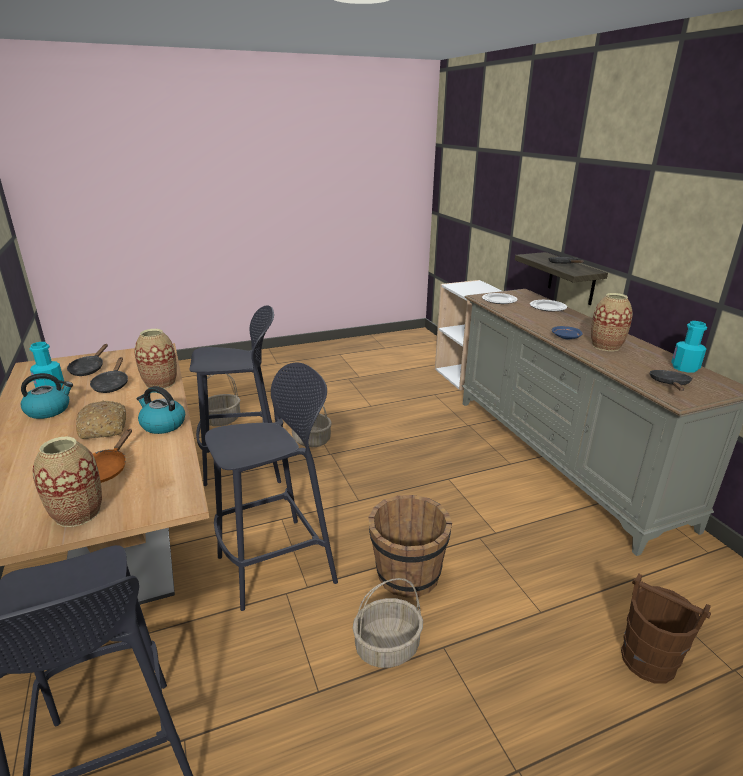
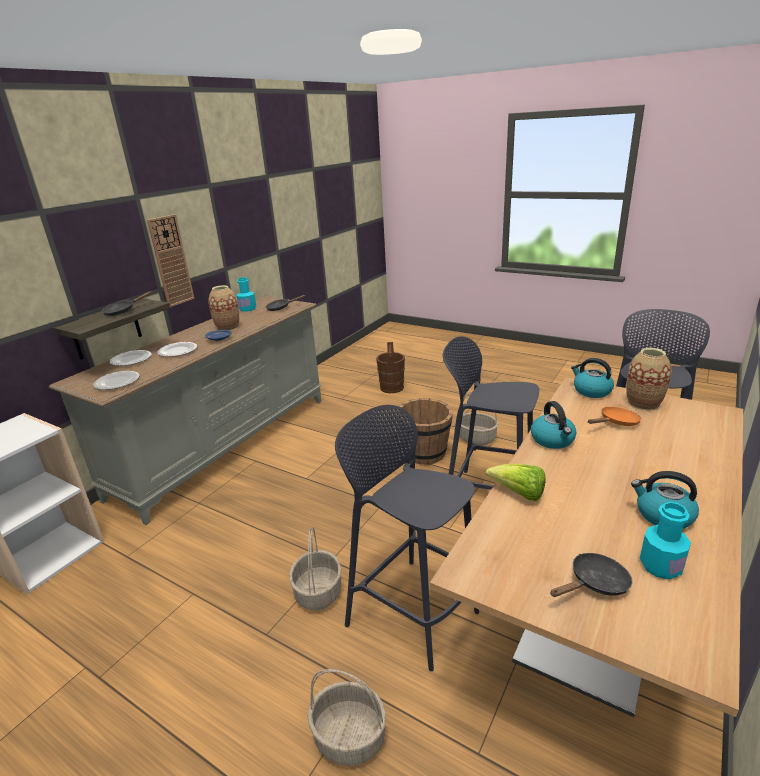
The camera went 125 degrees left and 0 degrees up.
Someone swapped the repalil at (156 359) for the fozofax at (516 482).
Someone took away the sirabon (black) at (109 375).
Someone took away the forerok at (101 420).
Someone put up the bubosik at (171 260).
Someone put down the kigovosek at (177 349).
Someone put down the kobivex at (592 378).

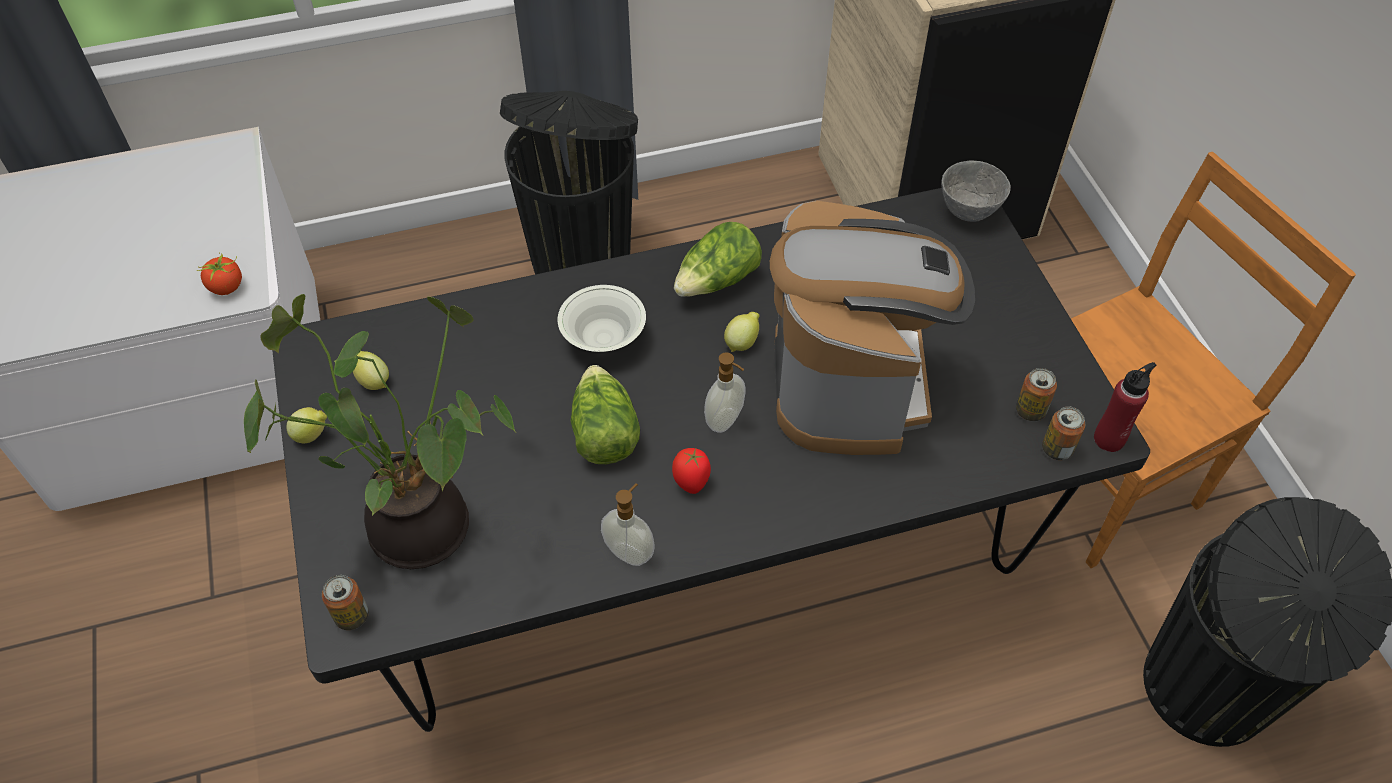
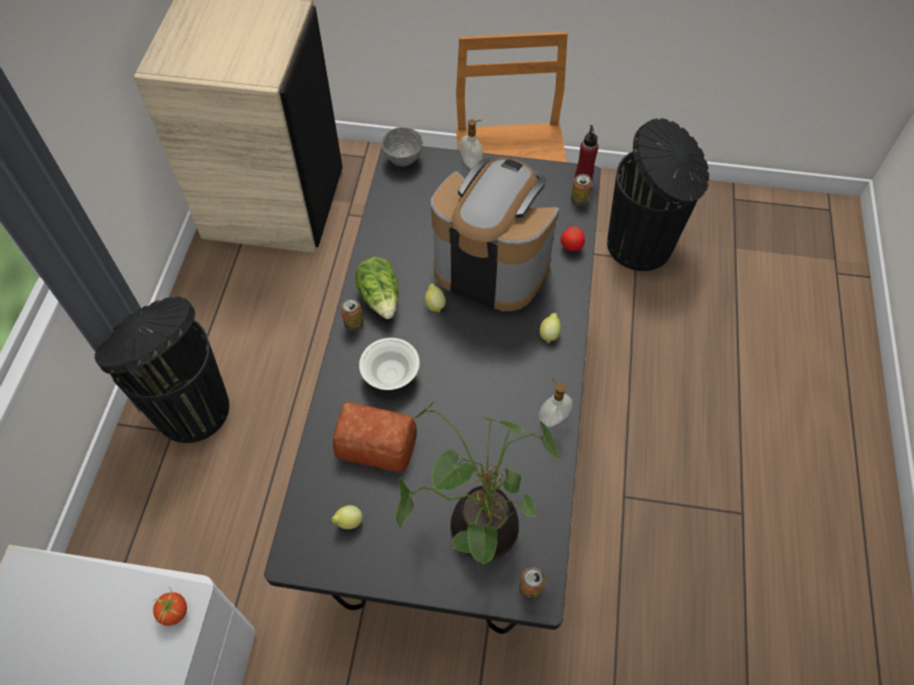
The camera went 65 degrees left and 5 degrees up.
Someone carried the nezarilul from (724 392) to (471 144).
Someone took away the fozofax at (605 414).
Someone carried the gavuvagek from (1036 394) to (352 314).
Someone carried the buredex from (307 425) to (550 328).
Someone carried the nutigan from (691 471) to (573 238).
Someone put down the forerok at (375 437).

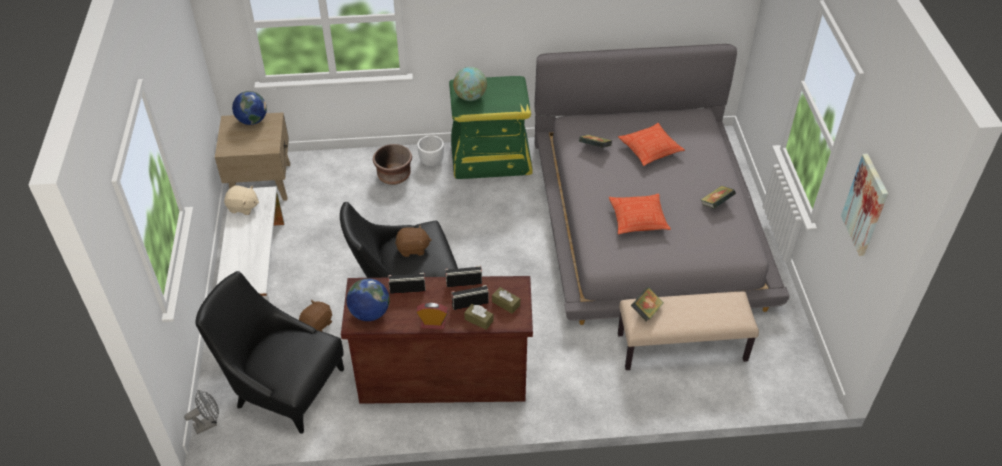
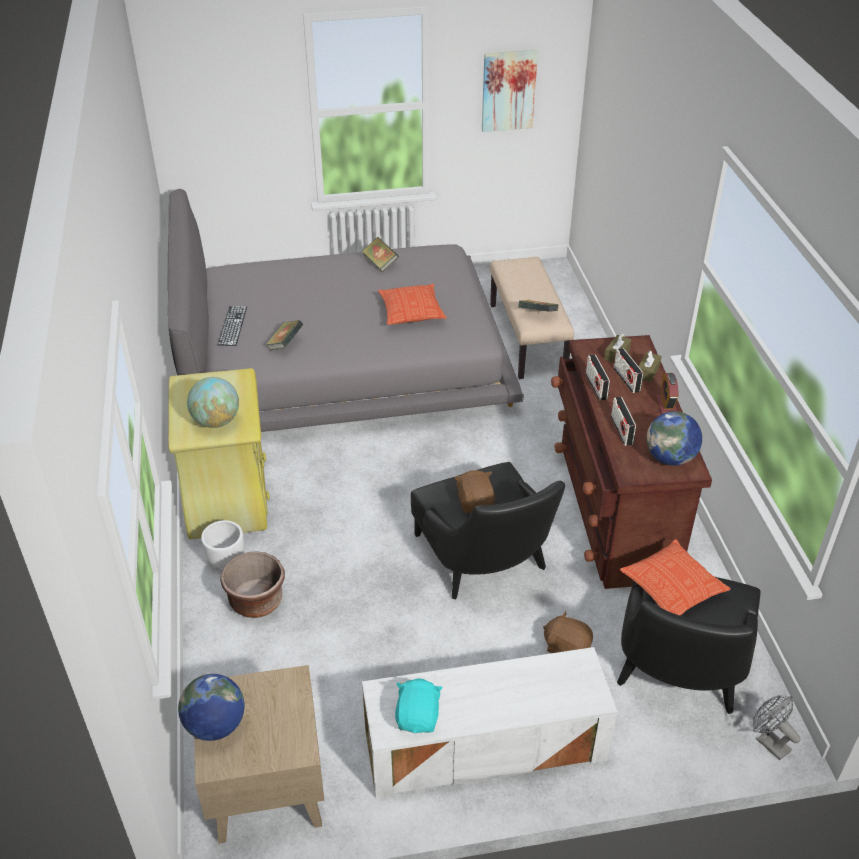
The camera went 95 degrees left and 5 degrees down.
Someone repainted the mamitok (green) at (491 127), which became the mamitok (yellow) at (218 453).
Someone carried the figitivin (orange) from (651 144) to (675 577).
Someone repainted the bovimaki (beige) at (241 200), which became the bovimaki (turquoise) at (419 706).
Someone put down the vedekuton at (232 326).

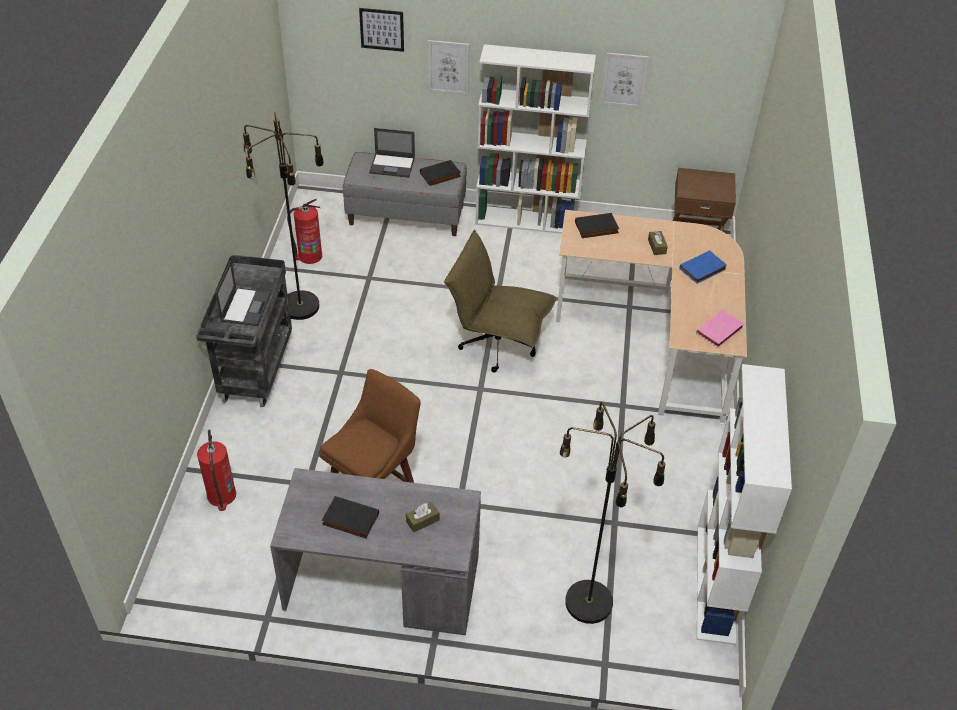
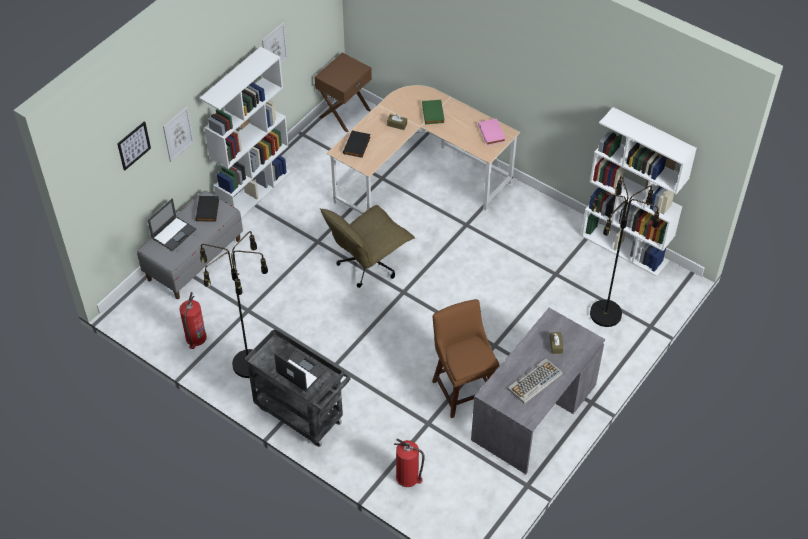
The camera went 60 degrees left and 5 degrees up.
Someone repainted the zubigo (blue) at (703 267), which became the zubigo (green) at (433 112).
Someone swapped the zubigo (black) at (350 517) for the vedekuton at (534 381).

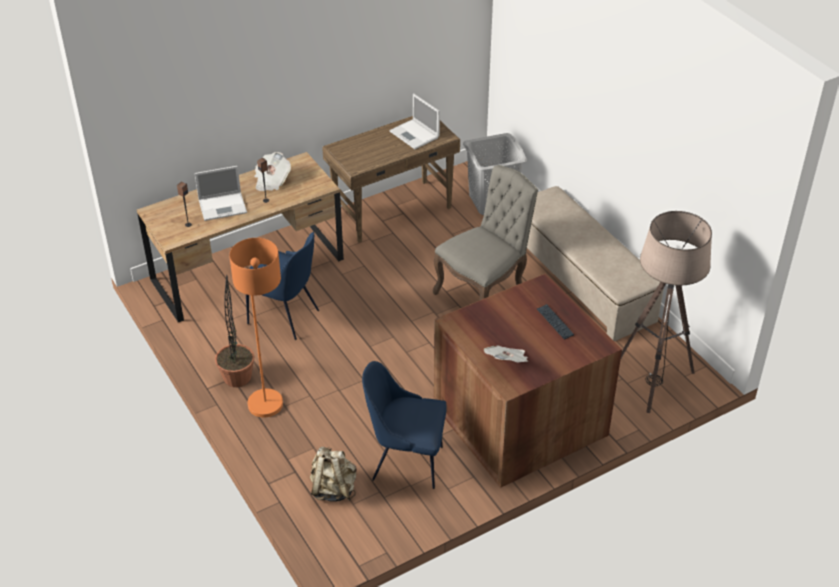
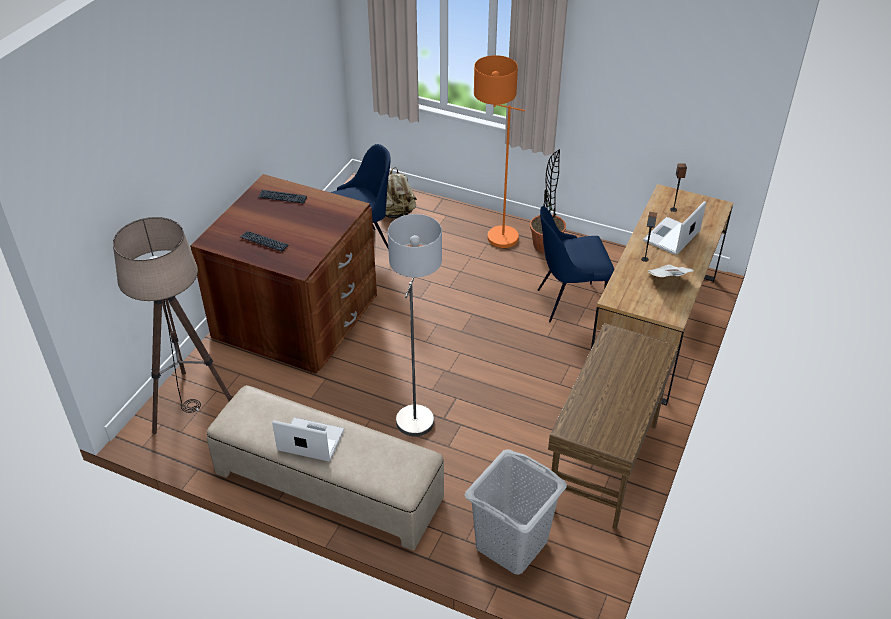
The camera went 145 degrees right and 0 degrees up.
Someone carried the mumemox from (414 121) to (308 439).
Someone swapped the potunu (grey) at (485 232) for the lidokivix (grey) at (415 325).
Someone swapped the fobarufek at (506 354) for the vedekuton at (282 197).

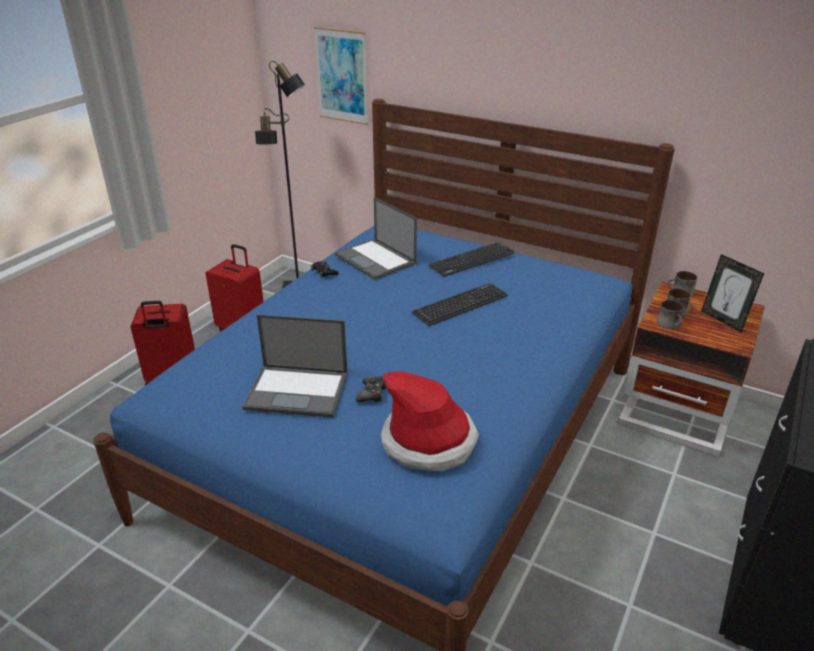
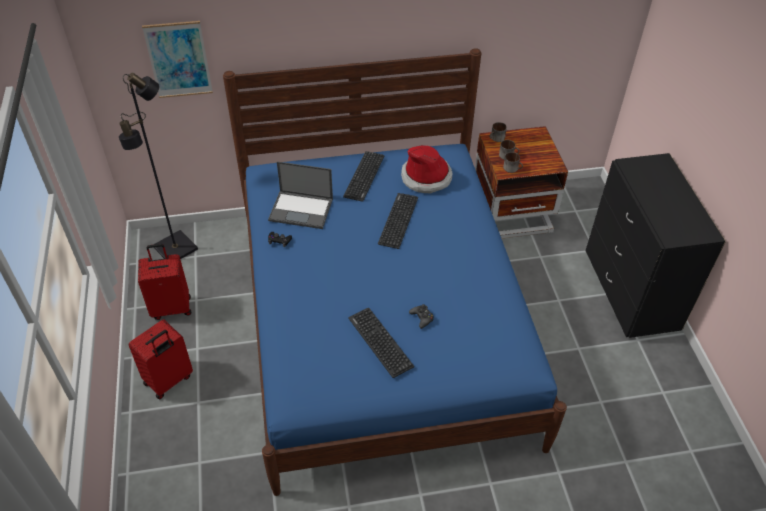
The camera went 40 degrees left and 15 degrees up.
Someone took away the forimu at (732 293).
Someone swapped the mumemox at (295 366) for the vedekuton at (381 343).
Someone carried the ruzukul from (430 421) to (427 169).

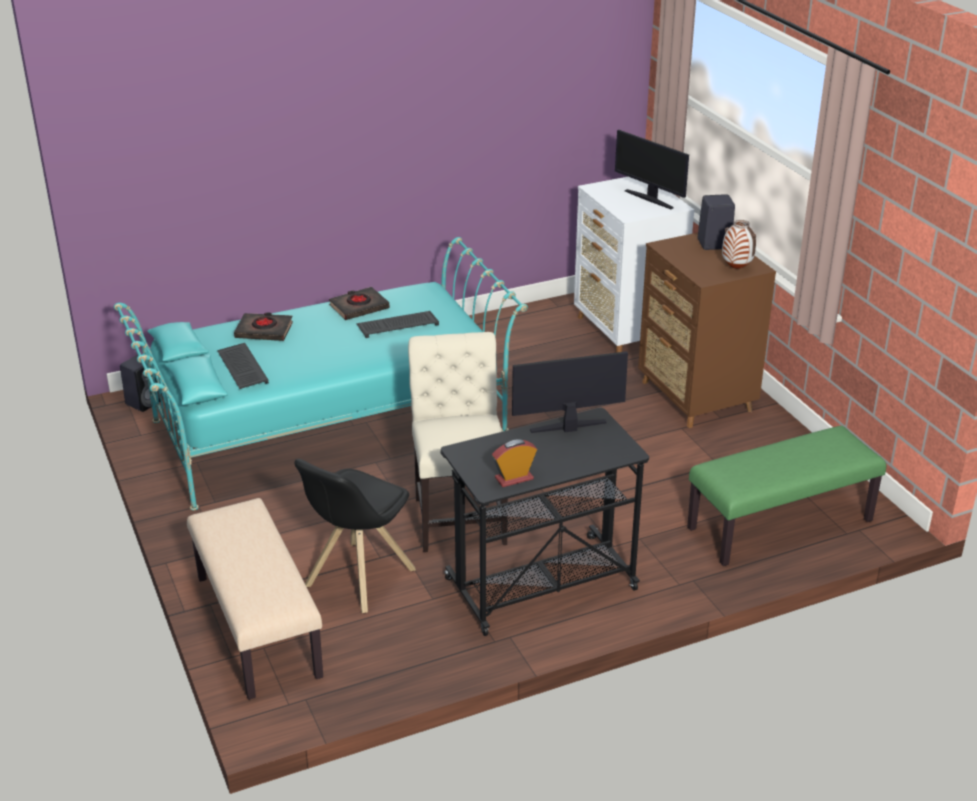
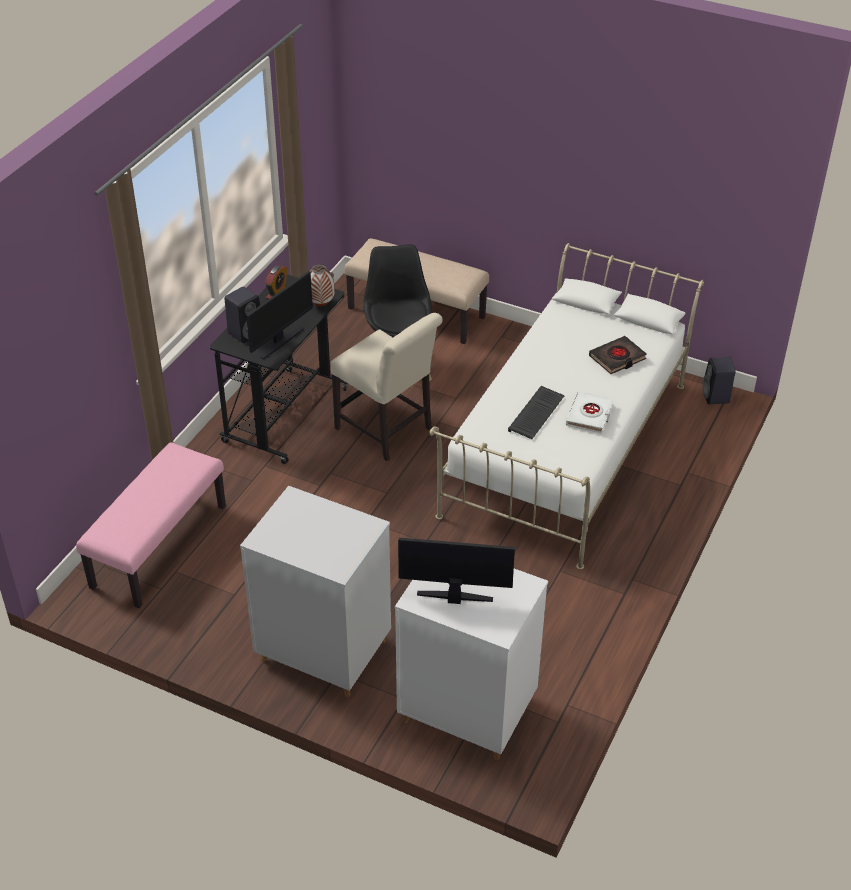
The camera went 140 degrees right and 10 degrees up.
Someone carried the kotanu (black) from (716 222) to (242 314).
Someone carried the repalil from (739 244) to (322 285).
Someone repainted the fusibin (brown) at (707 330), which became the fusibin (white) at (315 591).
Someone repainted the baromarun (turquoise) at (321 374), which became the baromarun (white) at (567 406).
Someone repainted the zubigo (black) at (359 303), which became the zubigo (white) at (589 412).
Someone took away the vedekuton at (243 366).
Someone repainted the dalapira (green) at (786 496), which became the dalapira (pink) at (151 525).

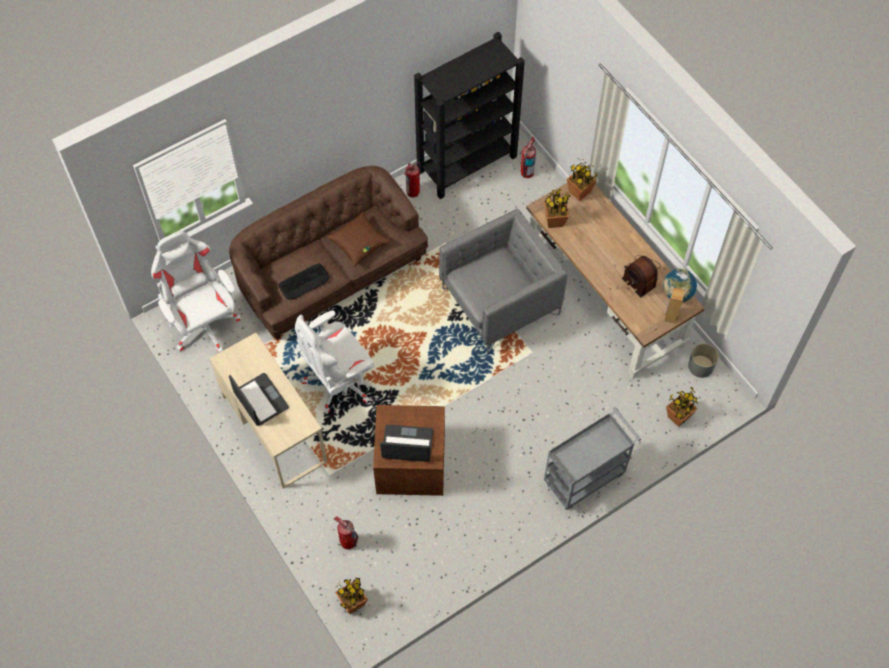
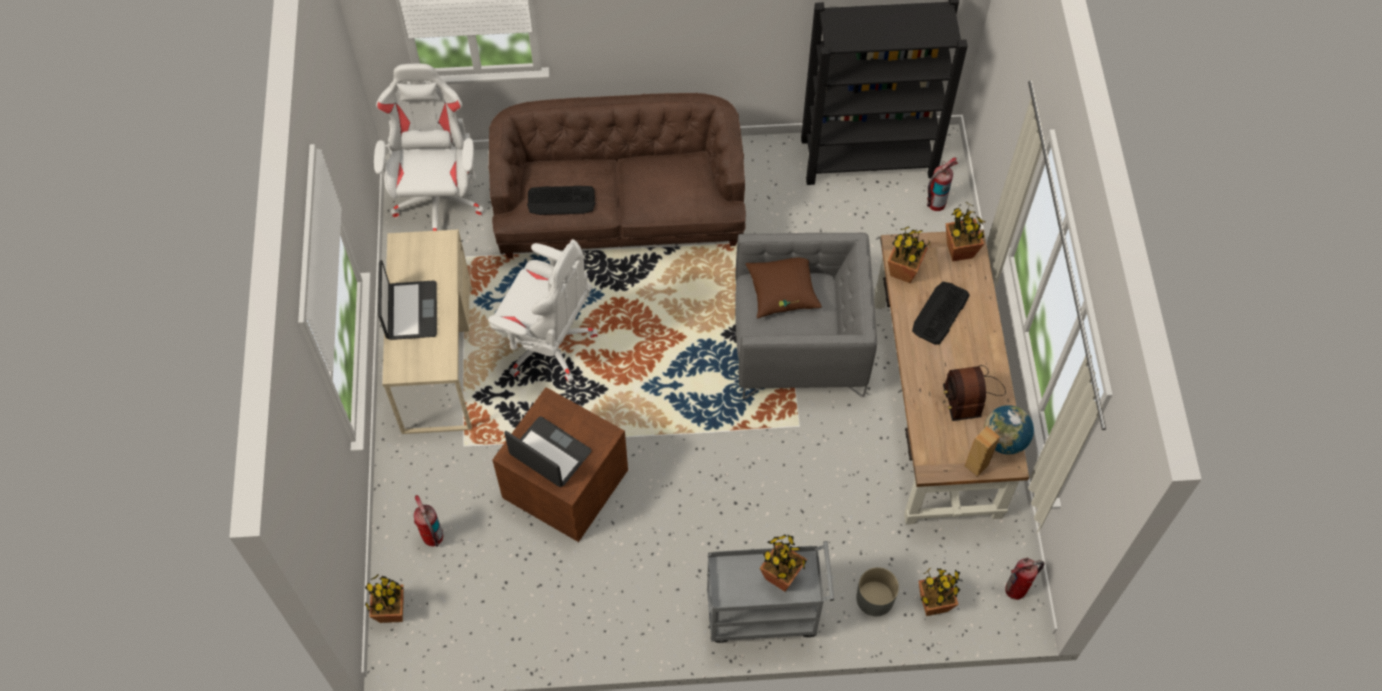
The camera went 30 degrees right and 0 degrees up.
Someone carried the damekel from (412 180) to (1024 578).
Someone carried the figitivin (brown) from (358 239) to (784 288).
Someone rotated the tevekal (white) at (335 362) by 150 degrees counterclockwise.
Someone carried the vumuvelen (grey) from (703 361) to (877 591).
Someone put down the vedekuton at (941 313).
Someone put down the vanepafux at (783 563).

